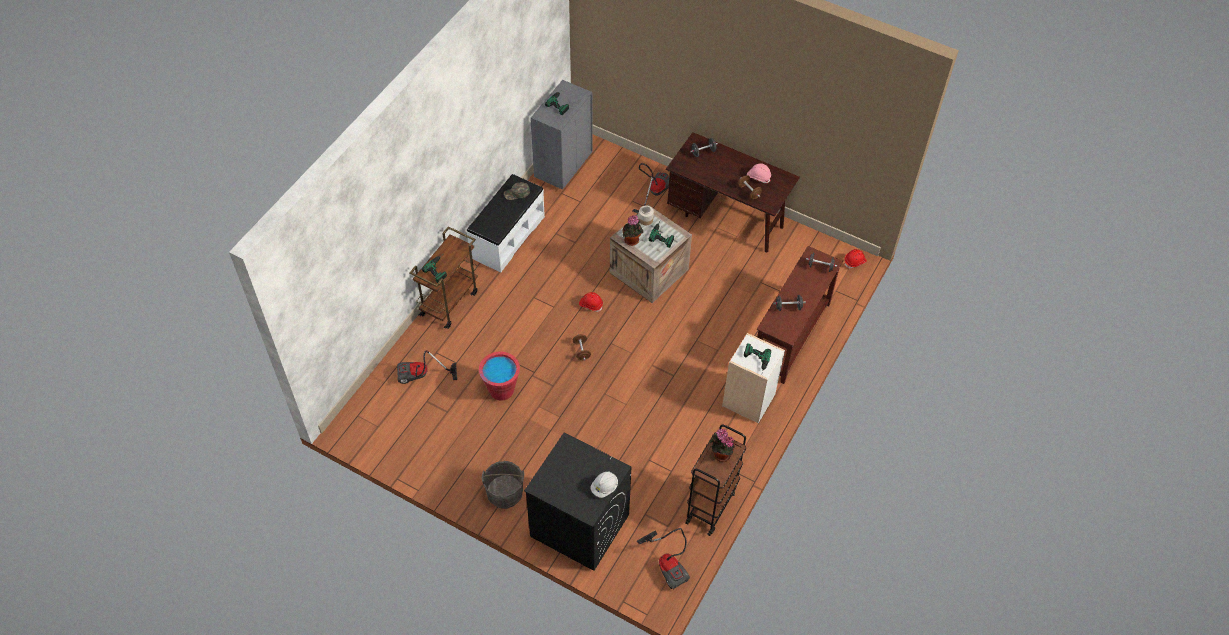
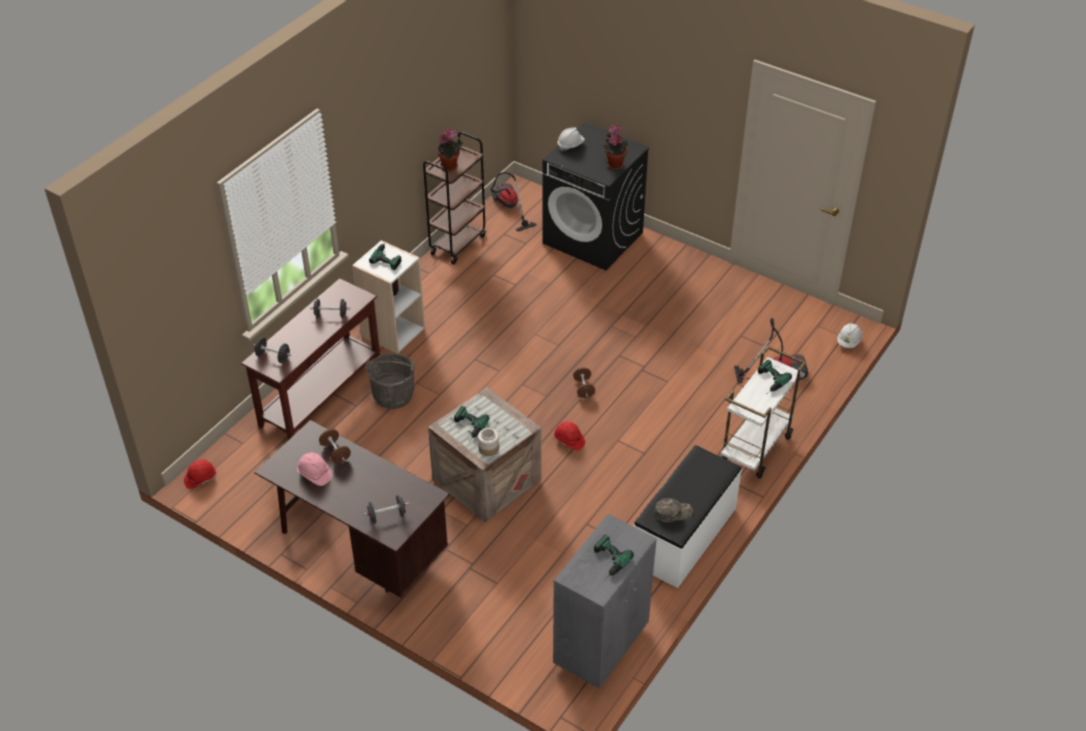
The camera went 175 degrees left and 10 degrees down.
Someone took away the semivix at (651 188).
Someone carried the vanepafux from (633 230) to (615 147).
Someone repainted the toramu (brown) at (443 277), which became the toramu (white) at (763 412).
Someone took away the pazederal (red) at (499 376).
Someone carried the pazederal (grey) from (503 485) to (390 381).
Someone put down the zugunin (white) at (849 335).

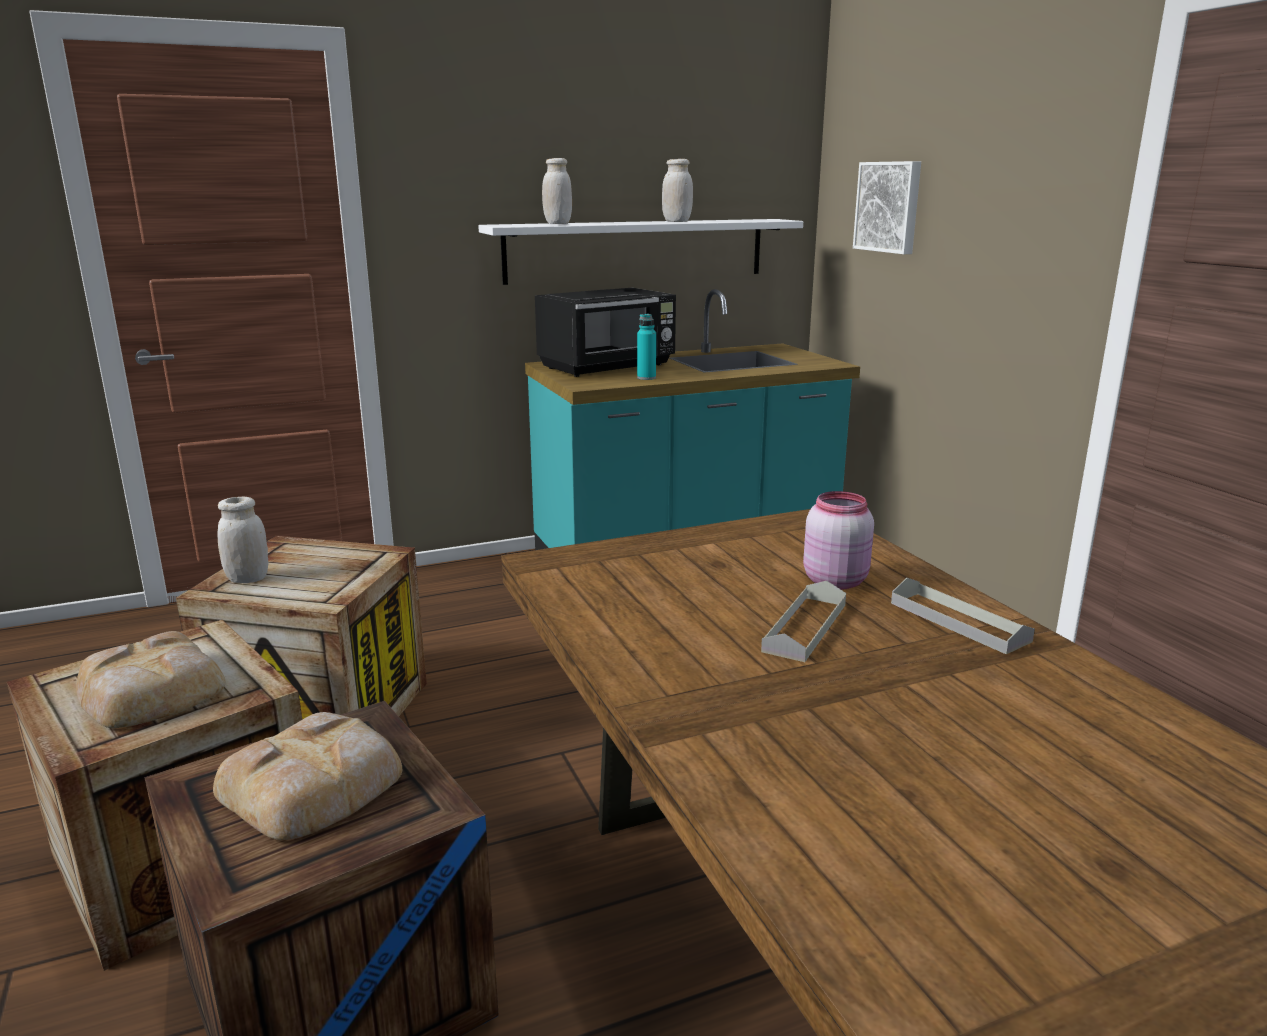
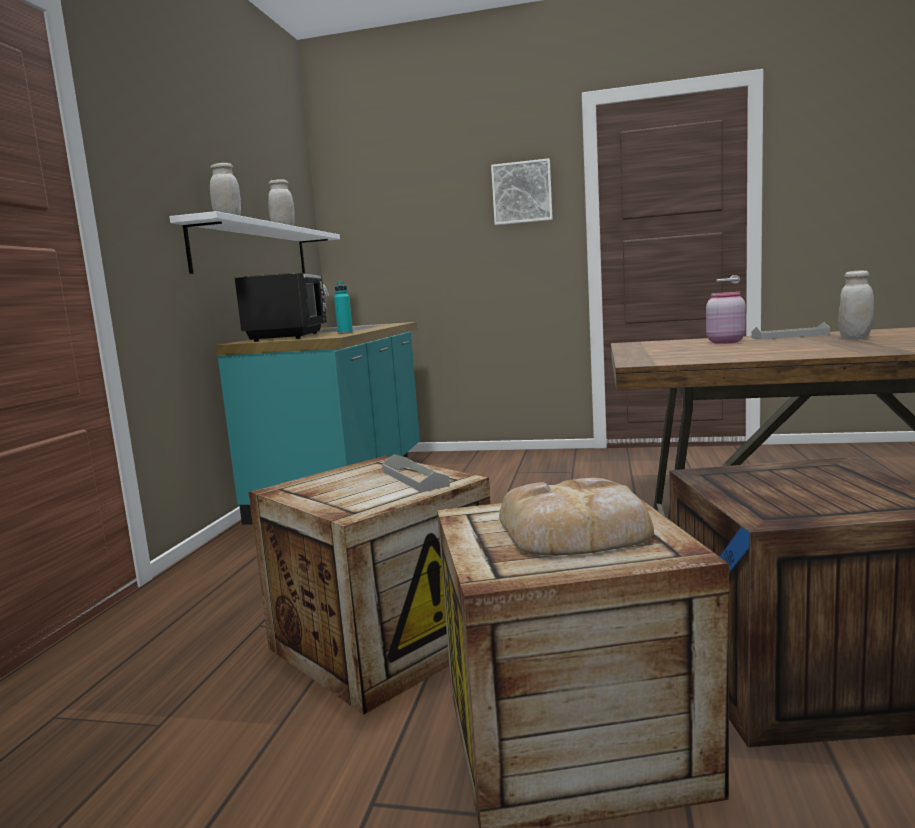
The camera went 55 degrees left and 10 degrees down.
Someone carried the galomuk from (887 207) to (522 191).
Someone carried the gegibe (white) from (243 540) to (856 305).
Someone carried the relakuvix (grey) from (803 621) to (416 473).
Someone took away the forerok at (307 776).

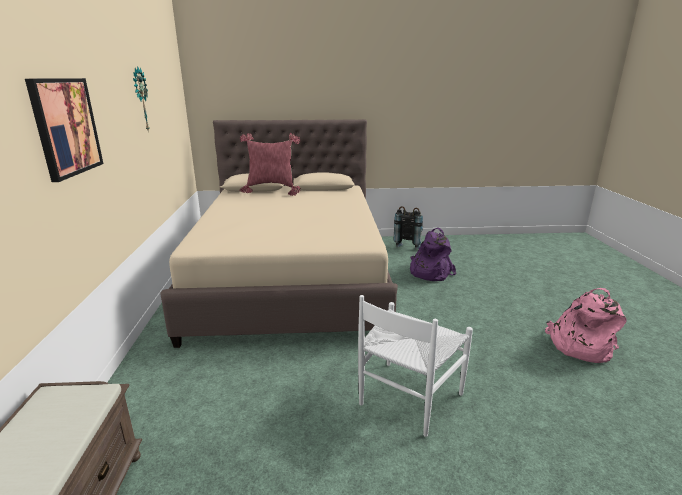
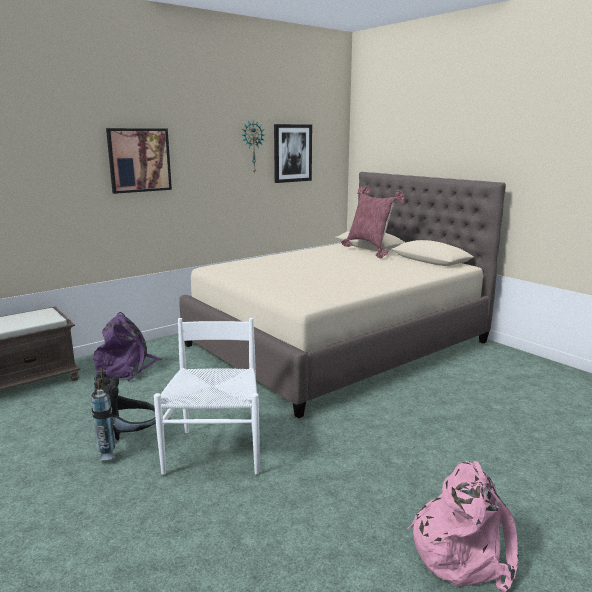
The camera went 55 degrees right and 5 degrees down.
Someone carried the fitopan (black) from (408 228) to (124 414).
Someone carried the fitopan (purple) from (433 254) to (128 346).
Someone rotated the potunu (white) at (415 366) by 90 degrees clockwise.
Someone put up the galomuk at (293 153).

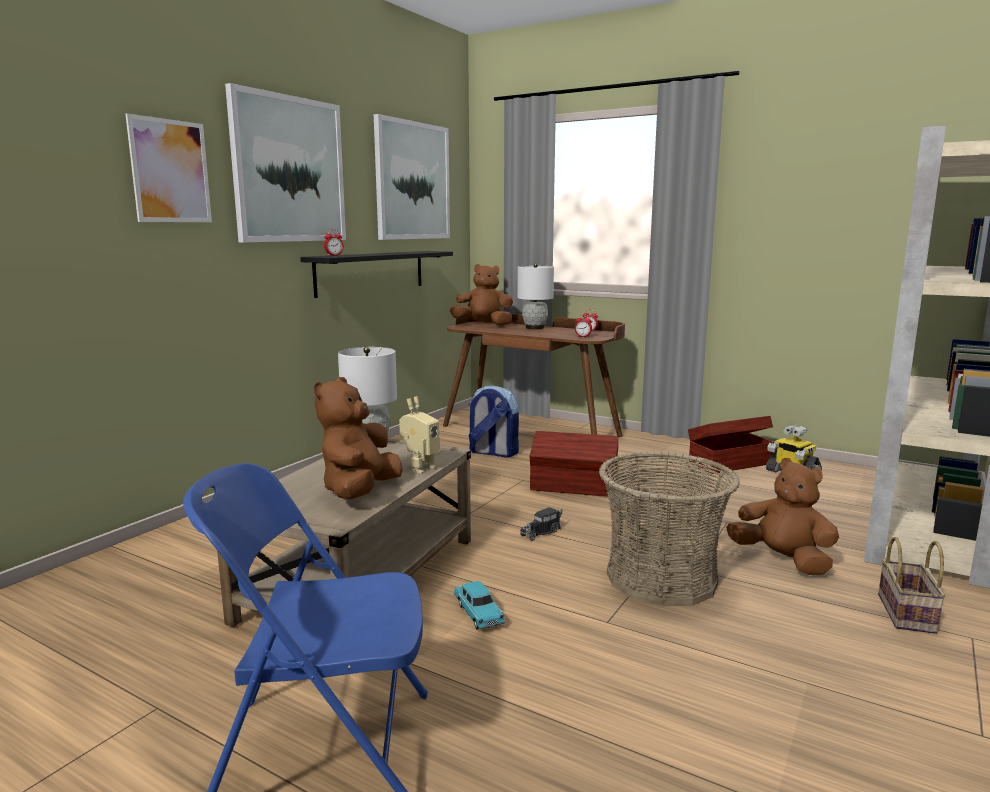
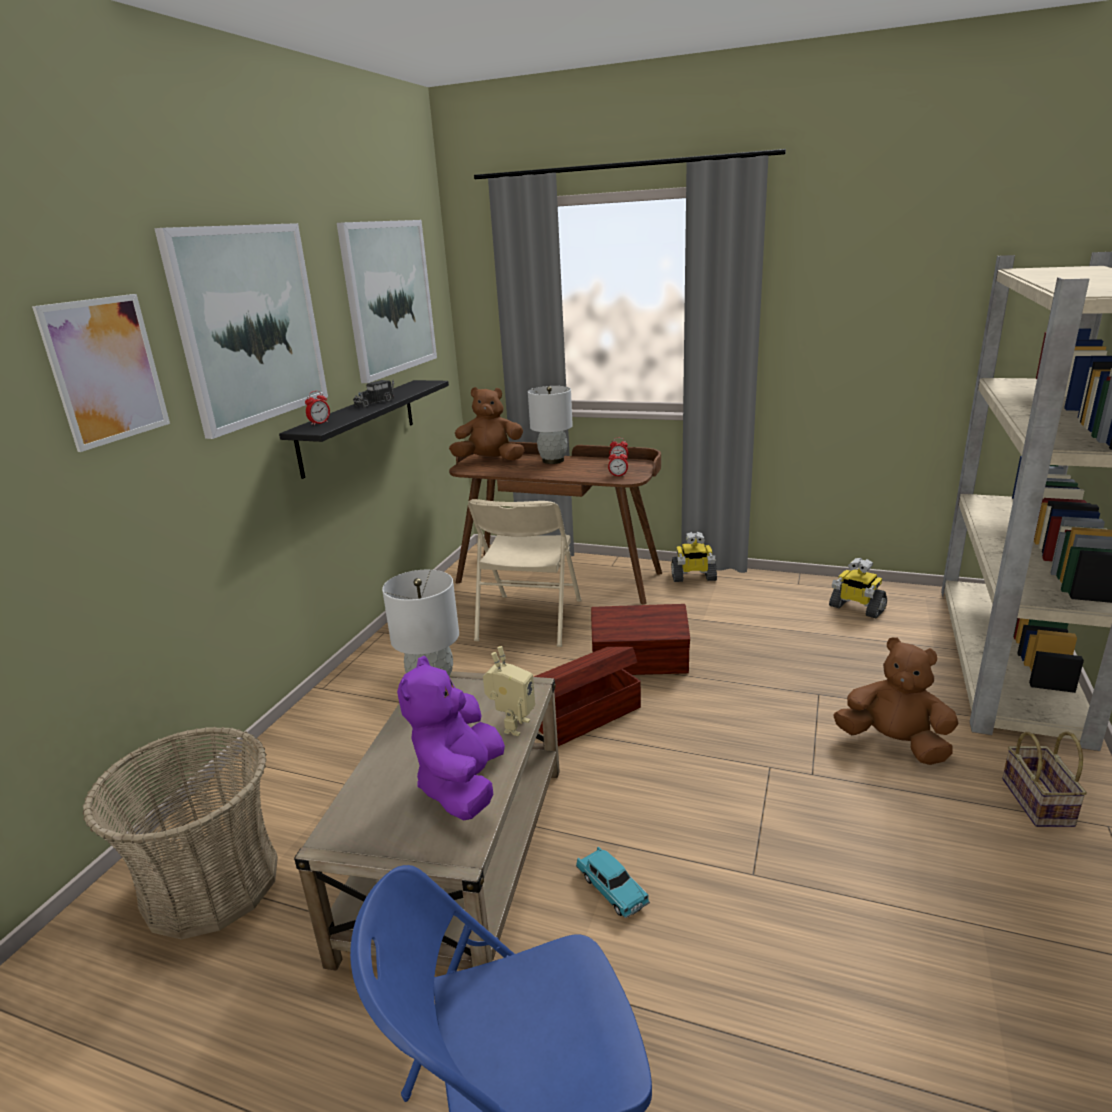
The camera went 10 degrees left and 10 degrees up.
Someone repainted the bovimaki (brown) at (358 438), which became the bovimaki (purple) at (451 738).
Someone swapped the fitopan at (493 422) for the potunu (beige) at (525 573).
Someone carried the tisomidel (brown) from (731 445) to (587 696).
Someone carried the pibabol from (669 529) to (180 833).
Someone carried the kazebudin from (541 524) to (373 393).
Someone put down the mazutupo at (694 557).

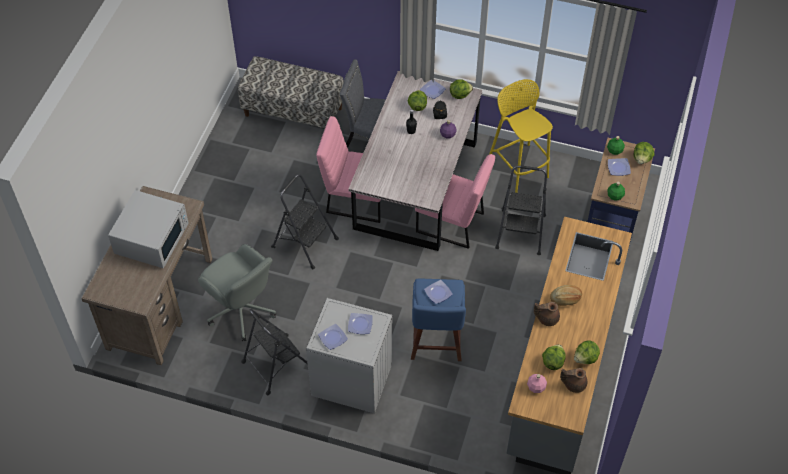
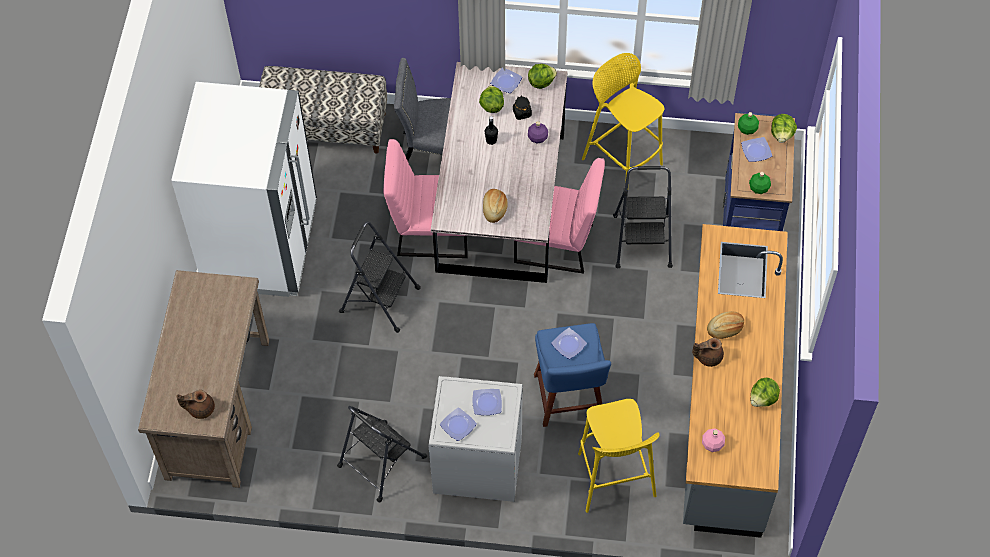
The camera went 10 degrees left and 5 degrees up.
Someone took away the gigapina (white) at (148 229).
Someone took away the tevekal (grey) at (237 292).
Someone took away the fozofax at (554 357).
Someone carried the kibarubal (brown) from (573 380) to (195 404).
Someone put down the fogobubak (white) at (244 189).
Someone put down the forerok at (495 206).
Someone put down the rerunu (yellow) at (619 456).

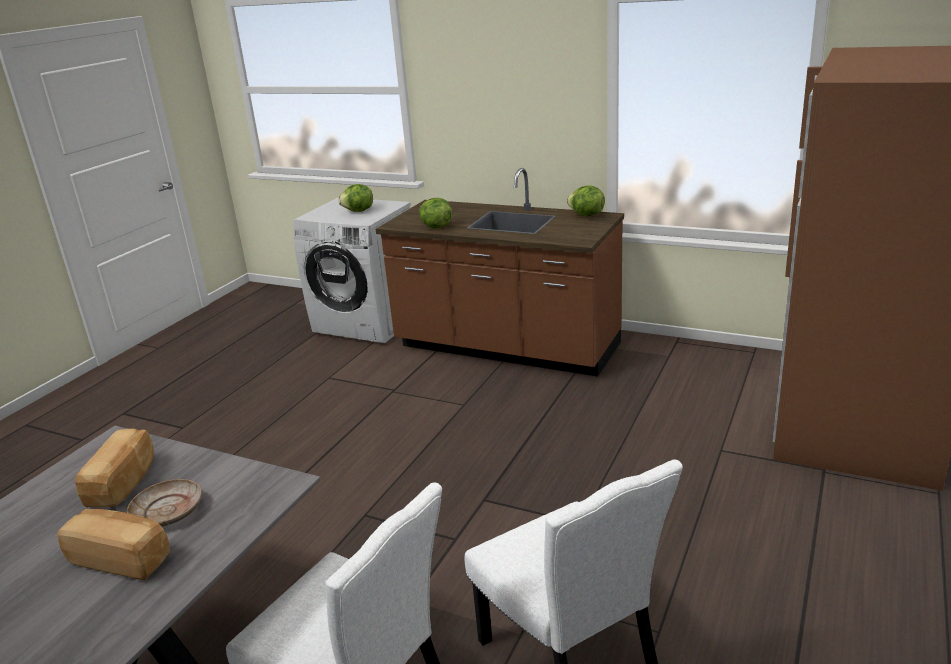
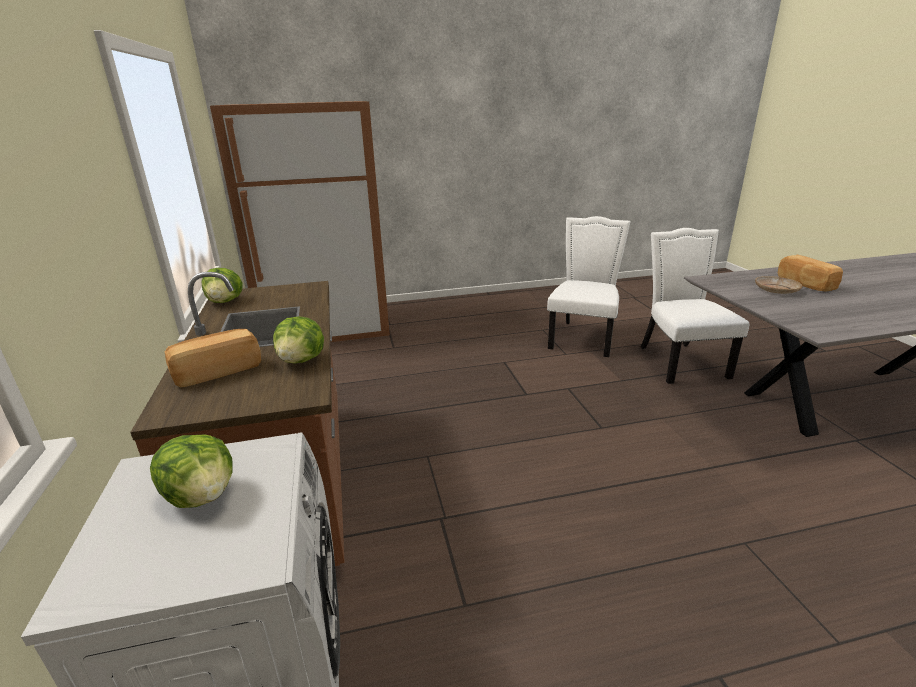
The camera went 130 degrees left and 0 degrees up.
Someone carried the forerok from (114 468) to (213 358).

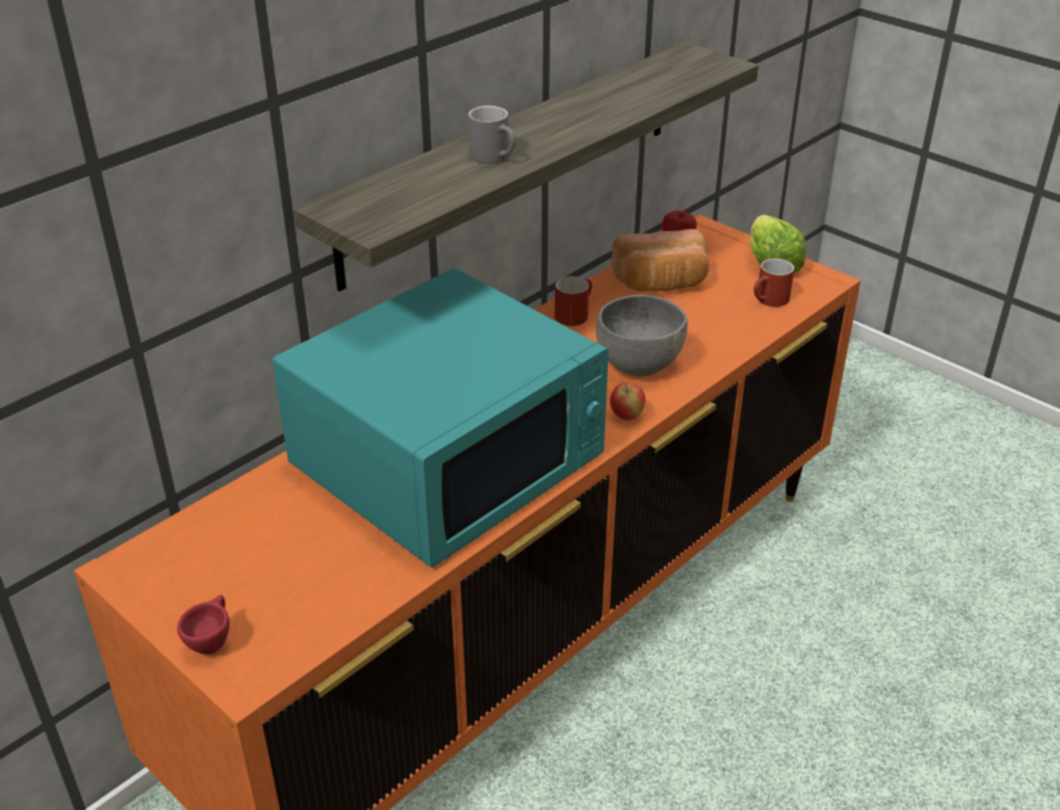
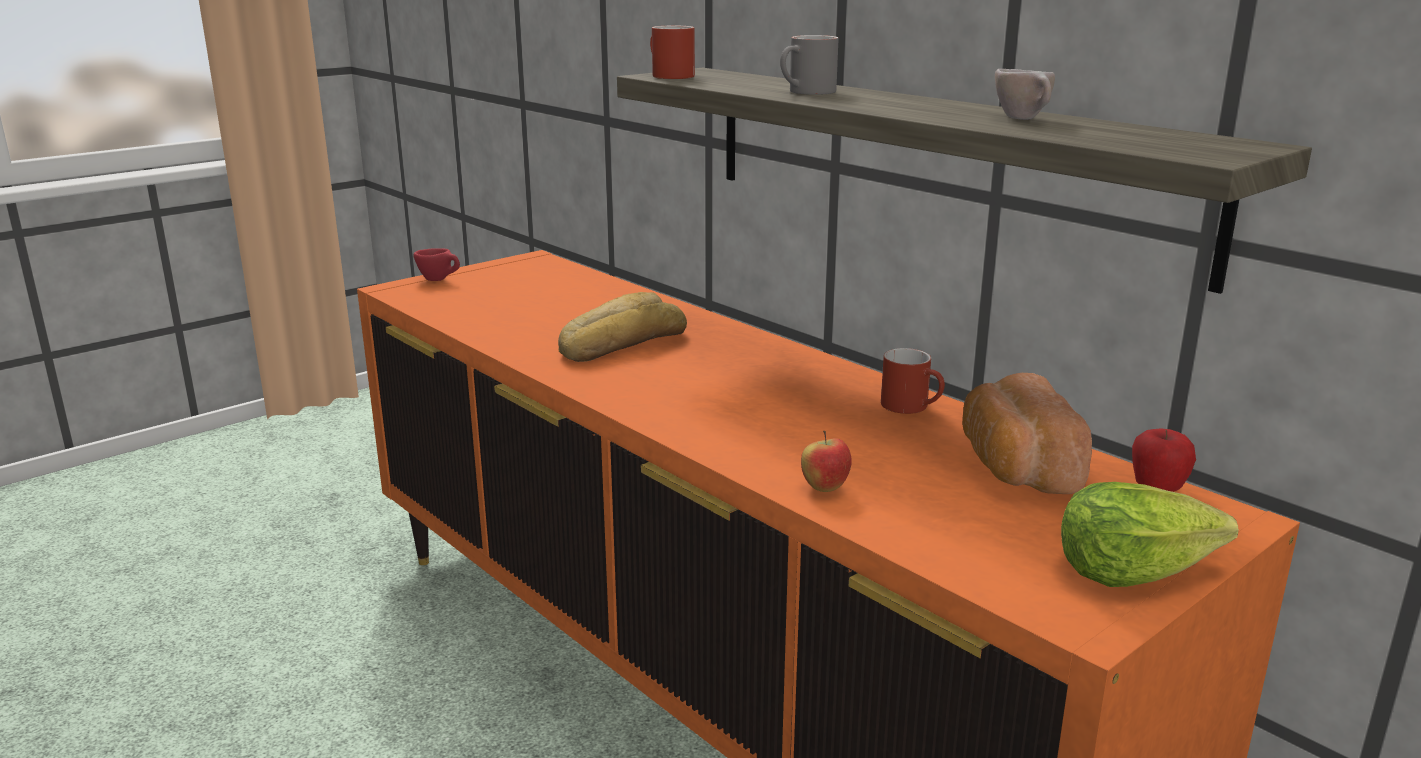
The camera went 95 degrees right and 15 degrees down.
Someone carried the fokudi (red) from (774 282) to (672 52).
Someone swapped the gigapina (turquoise) at (441 418) for the forerok at (622 327).
Someone took away the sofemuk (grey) at (642 336).
Someone carried the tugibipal from (628 402) to (826 461).
Someone put down the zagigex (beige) at (1025 94).

